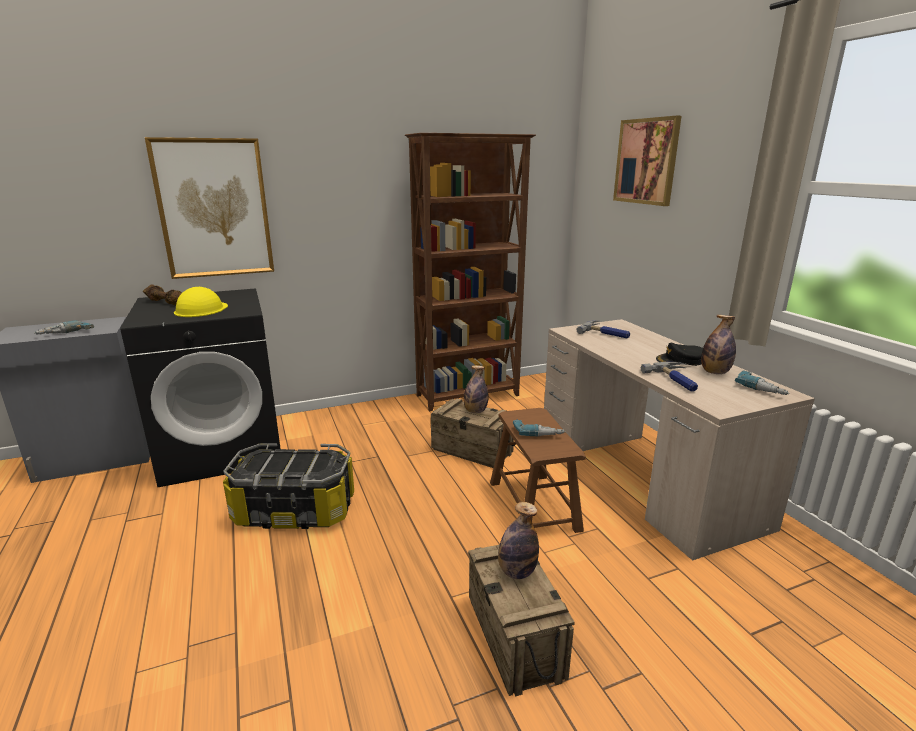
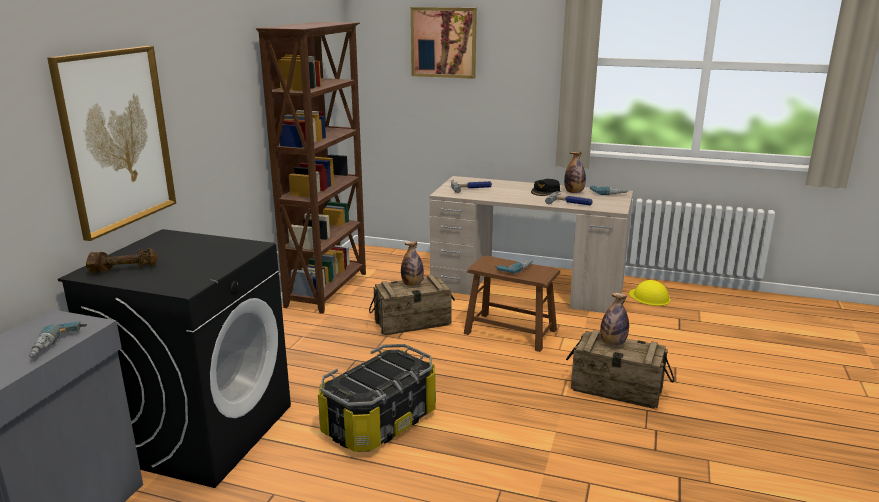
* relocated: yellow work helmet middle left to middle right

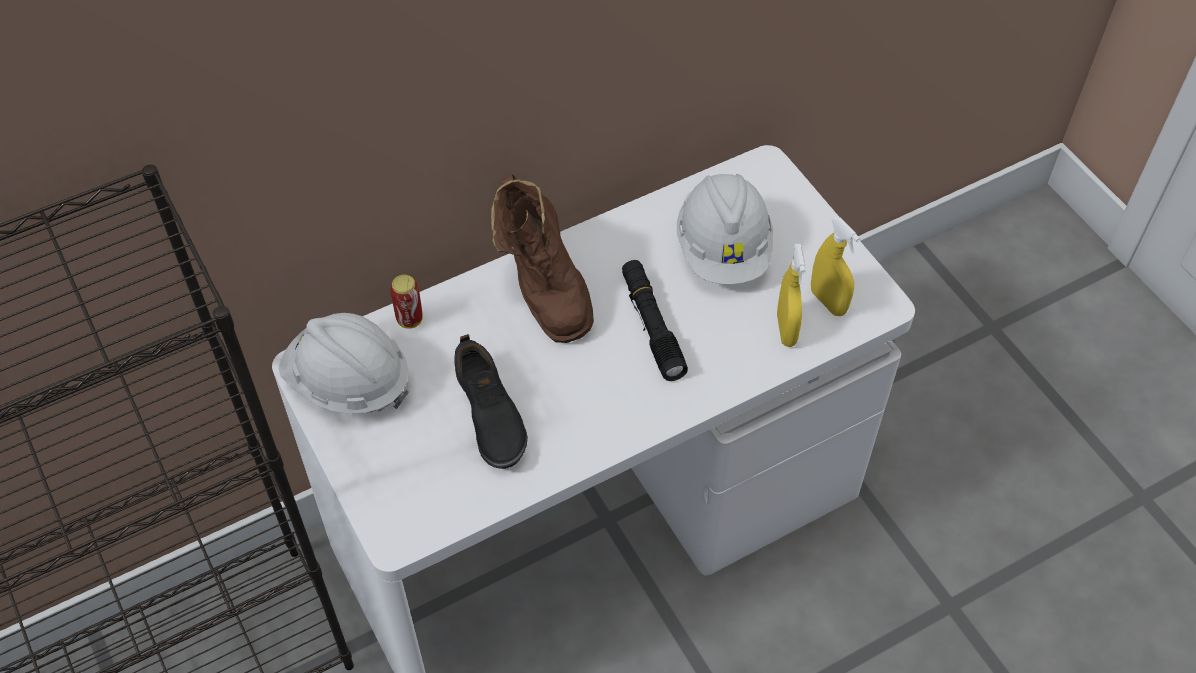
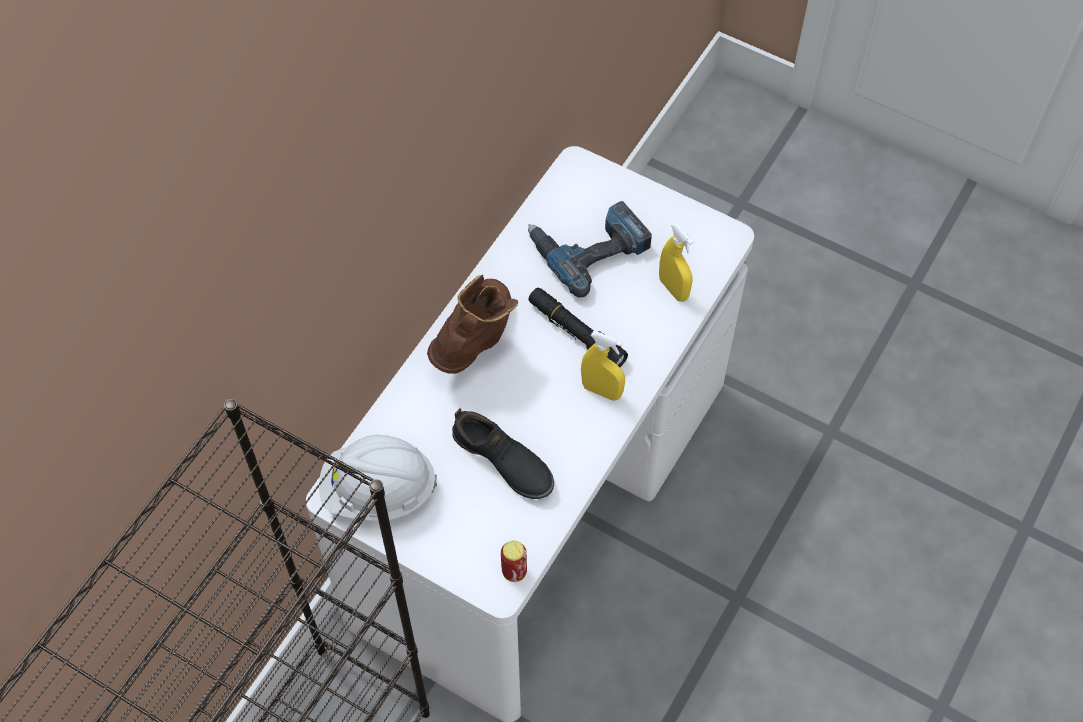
* relocated: sealed can centre to bottom centre
* spun: brown-coloured high-top boot centre = centre 105 degrees counterclockwise
* exchanged: whitish work helmet (no. 2 from left) centre to power drill centre
* relocated: yellow spray bottle (no. 2 from left in the first image) middle right to yellow spray bottle (no. 1 from left) centre

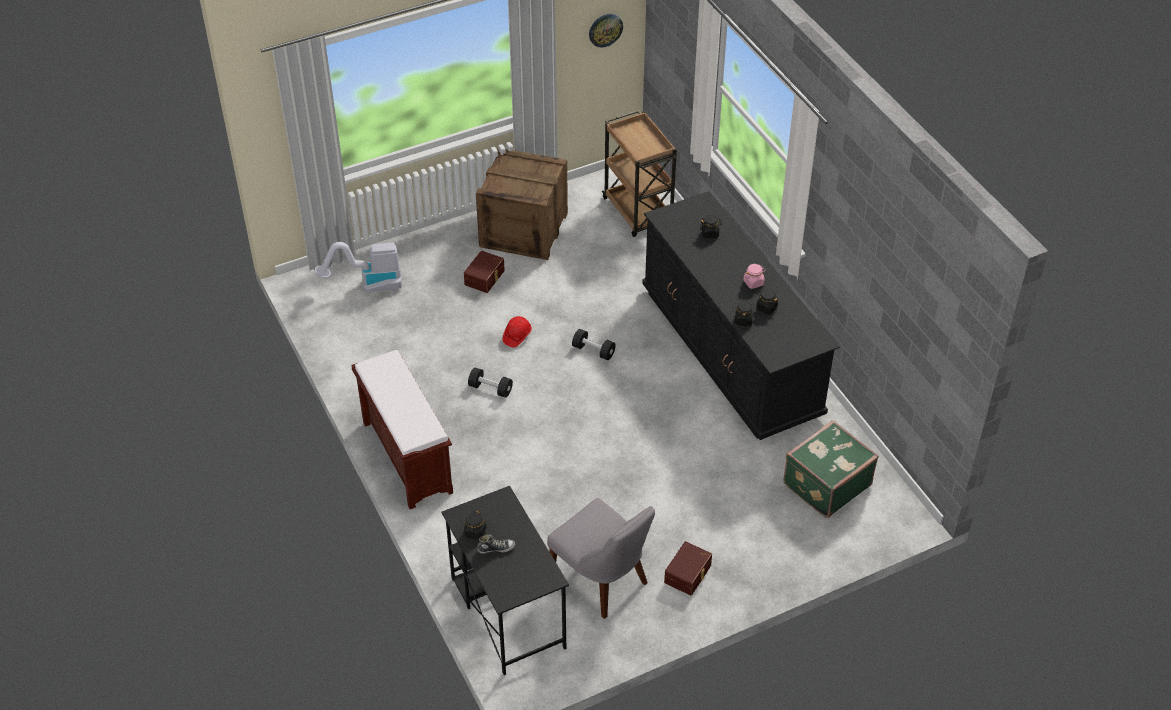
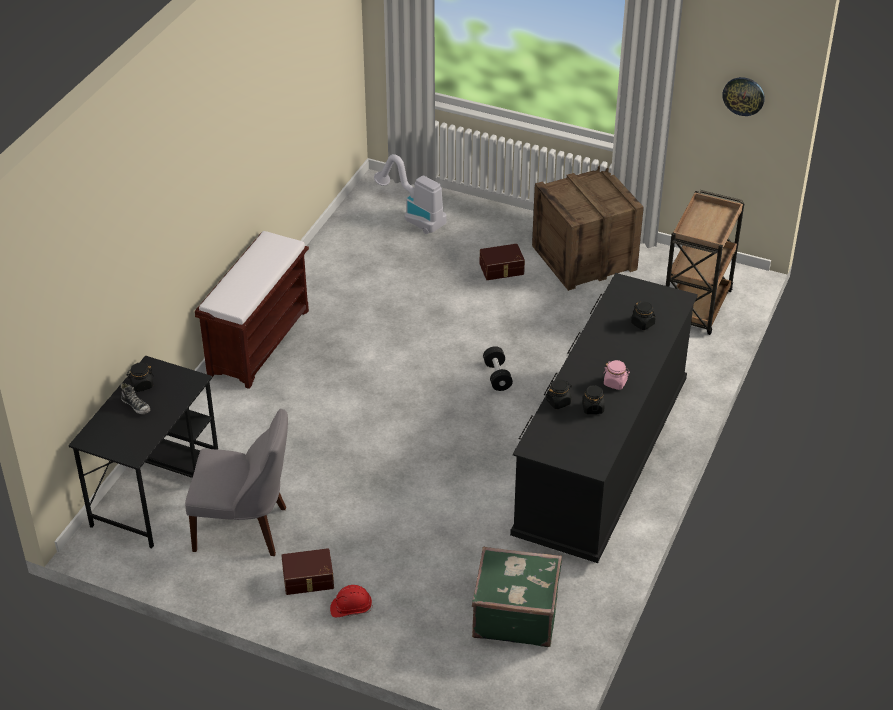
* missing: black-coloured dumbbell (no. 1 from left) centre
* relocated: red-coloured work helmet centre to bottom centre
* spun: gray plain chair bottom centre = bottom left 90 degrees counterclockwise

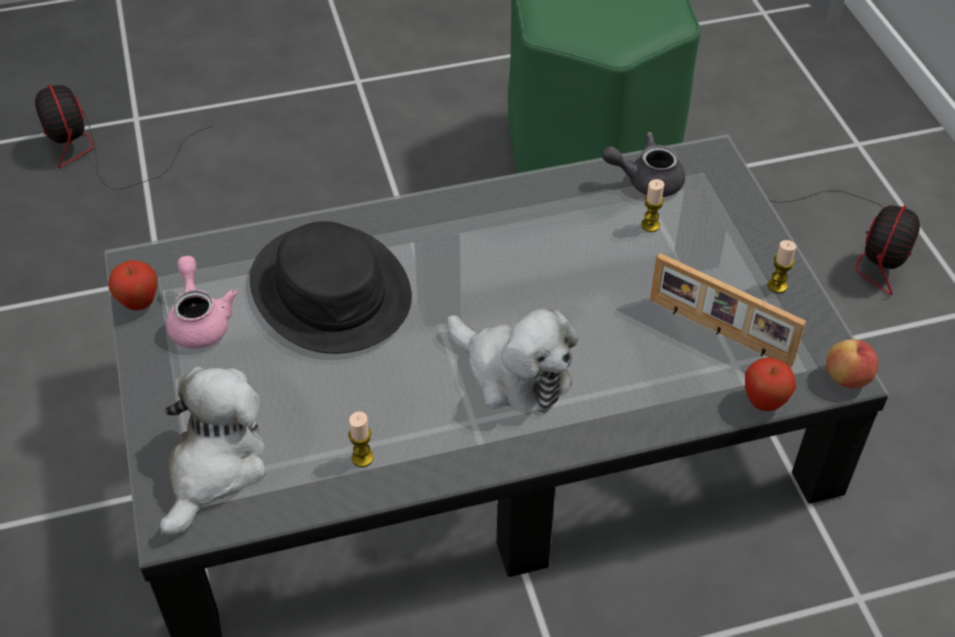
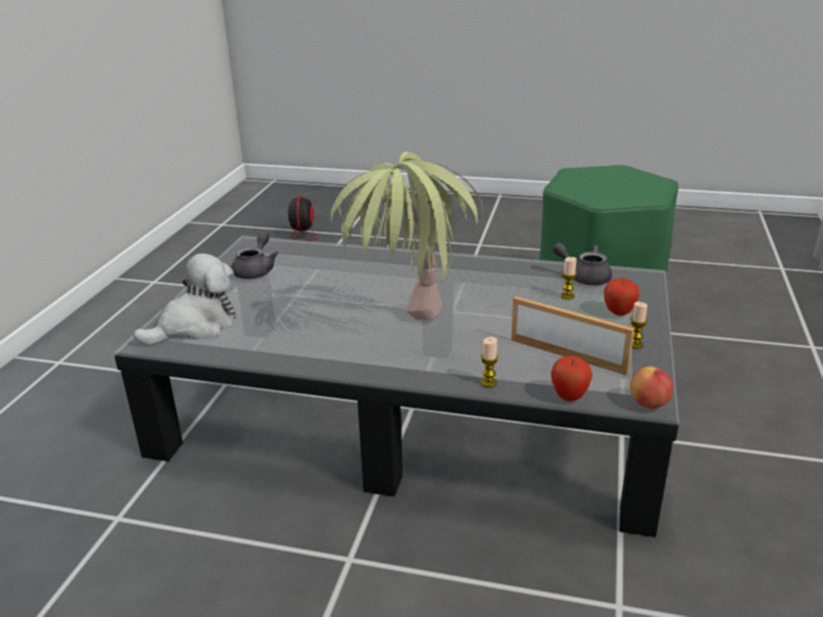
* relocated: apple fruit (no. 1 from left in the first image) middle left to apple fruit (no. 2 from left) middle right
* colour: pinkish teapot middle left to gray teapot (no. 1 from left) middle left
* missing: black-coloured hat centre
* relocated: wax light (no. 1 from left) bottom centre to centre
* exchanged: soft toy (no. 2 from left) centre to plant in a pot centre
* spun: standing frame middle right = middle right 150 degrees clockwise
* missing: electric fan (no. 2 from left) middle right

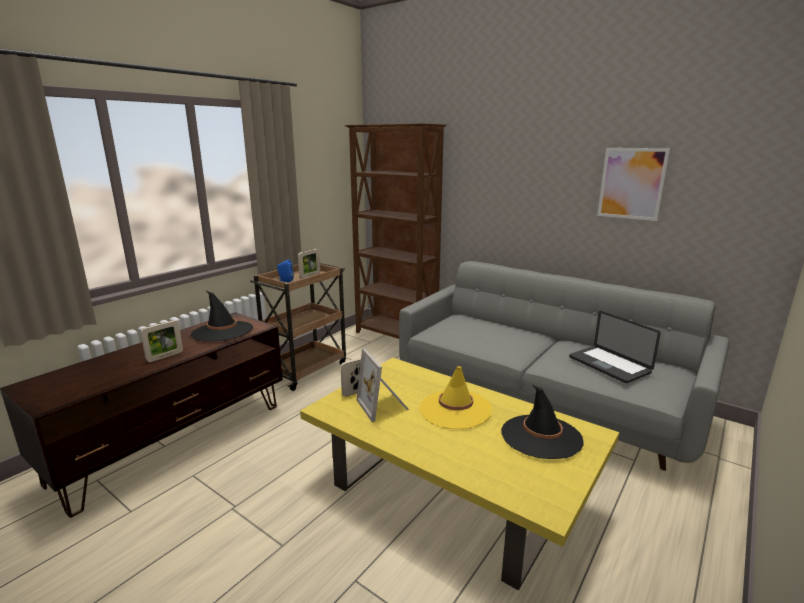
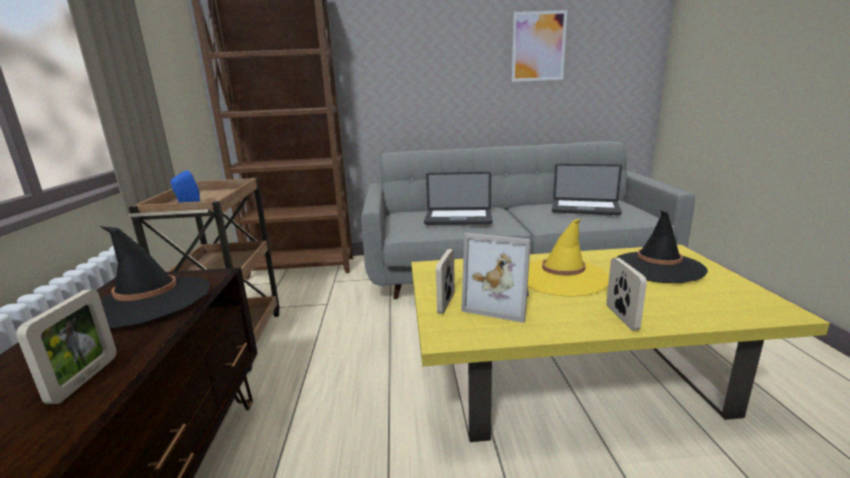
* relocated: standing frame (no. 2 from left in the first image) centre to standing frame (no. 4 from left) middle right
* appeared: notebook computer (no. 1 from left) centre

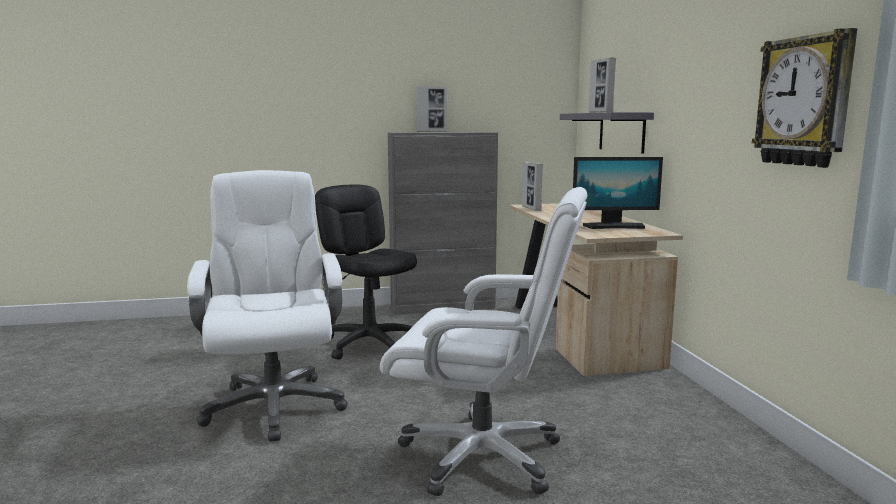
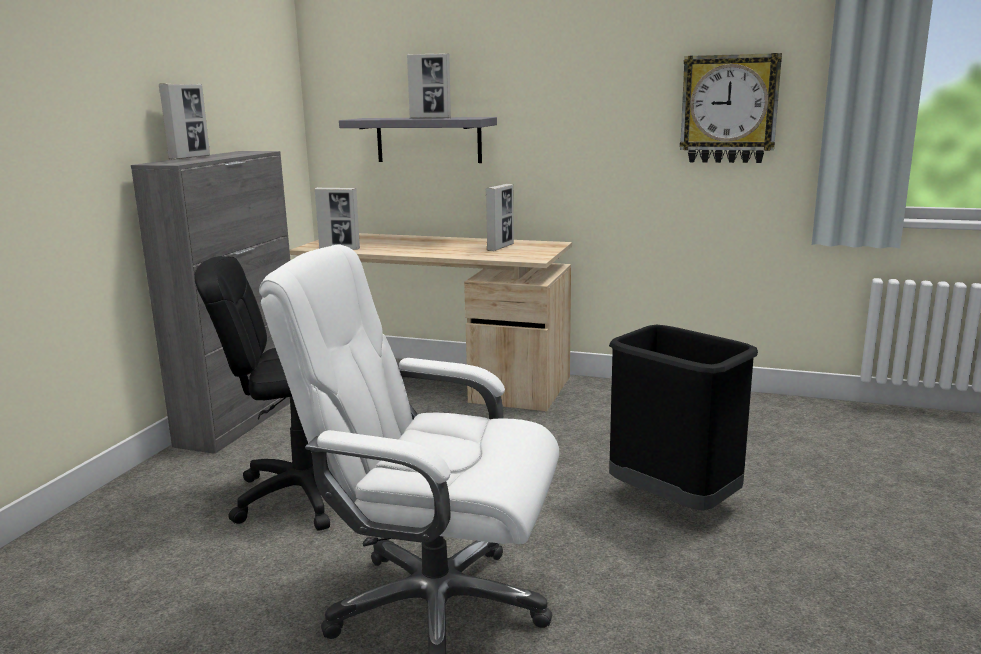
* exchanged: whitish office chair (no. 2 from left) bottom centre to black-coloured waste bin middle right
* exchanged: computer screen middle right to standing frame (no. 4 from left) top centre

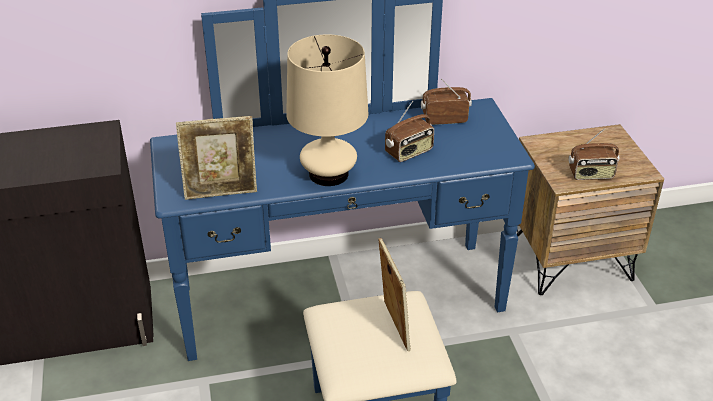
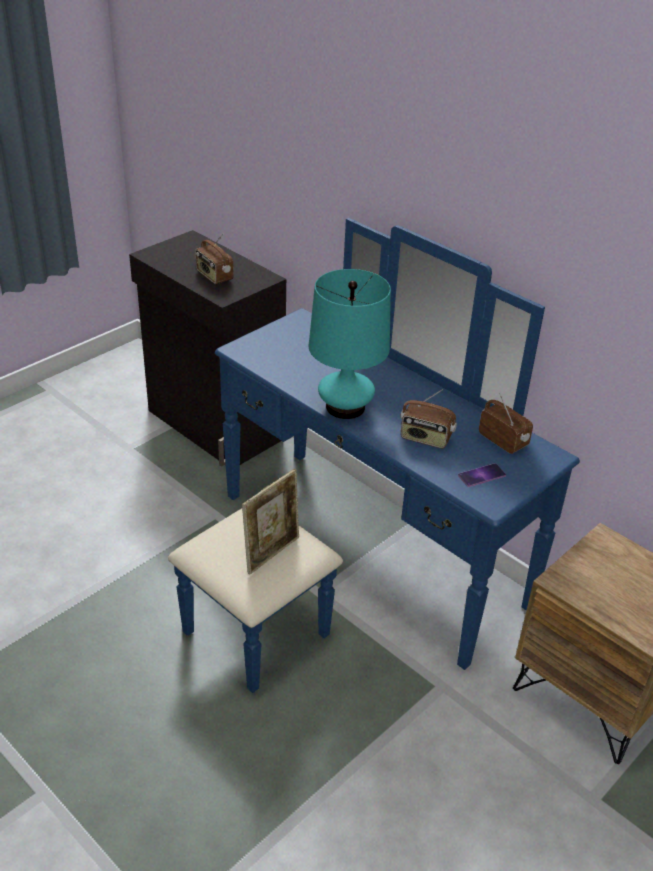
* missing: standing frame (no. 1 from left) middle left
* colour: beige-coloured lamp for a table top centre to turquoise lamp for a table centre
* relocated: radio (no. 3 from left in the first image) middle right to radio (no. 1 from left) top left
* appeared: phone middle right

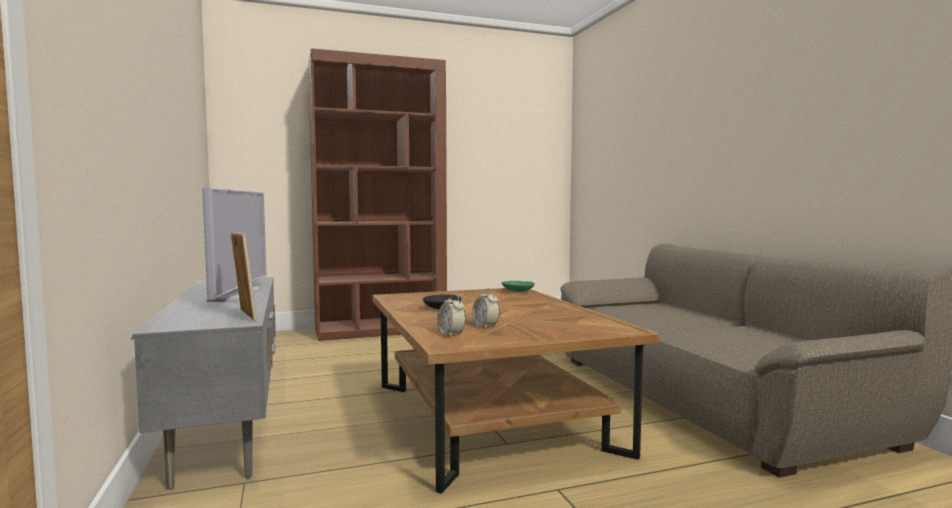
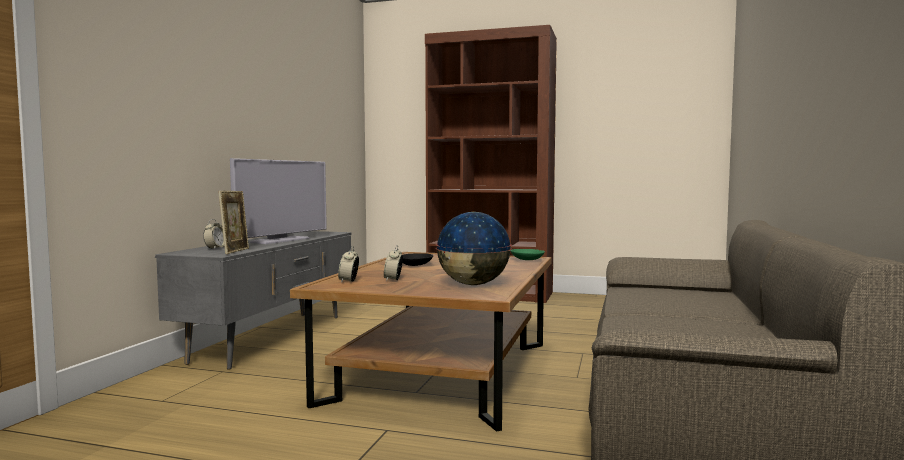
* appeared: alarm clock (no. 1 from left) middle left
* appeared: world globe centre

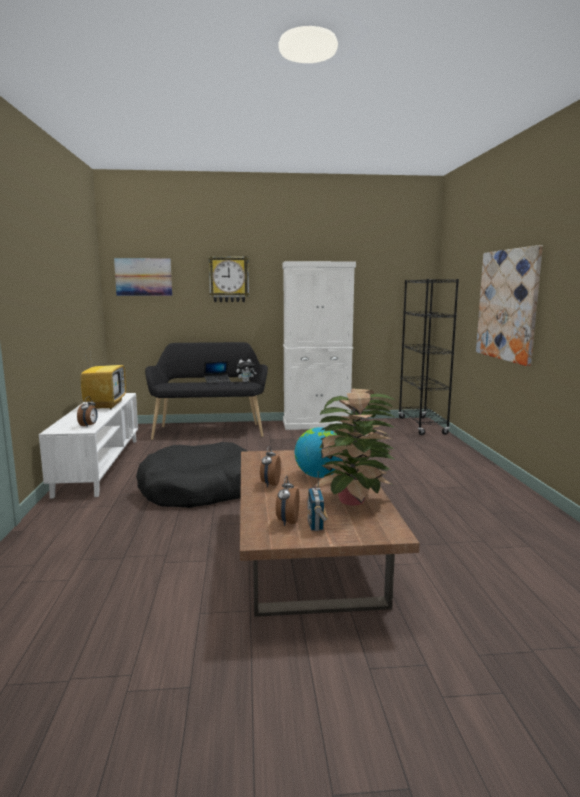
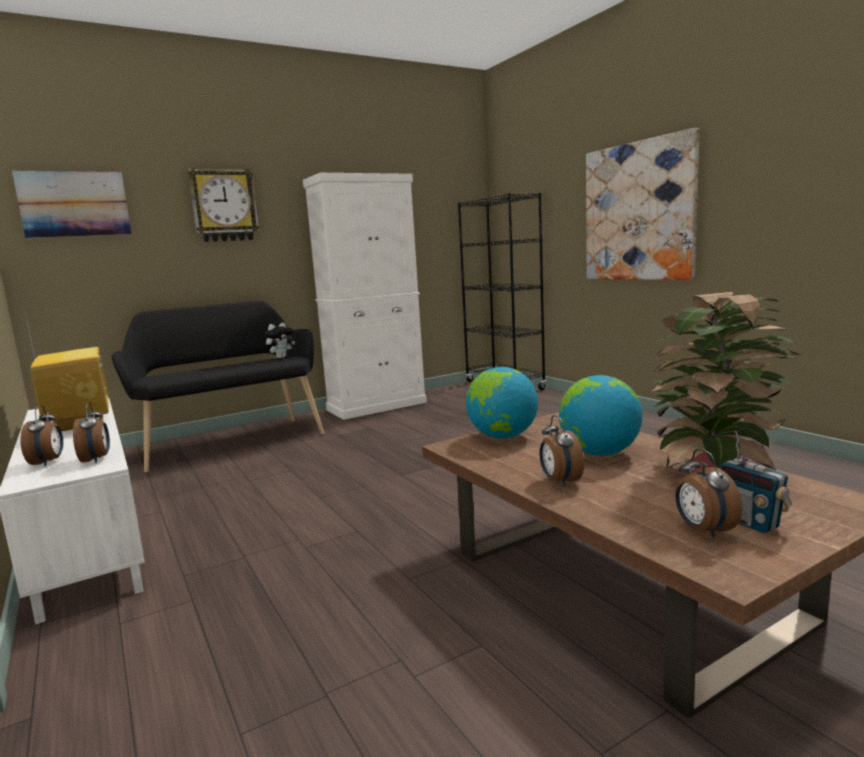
* missing: black-coloured dog cushion middle left
* missing: notebook computer centre
* appeared: alarm clock (no. 1 from left) middle left
* appeared: world globe (no. 1 from left) centre

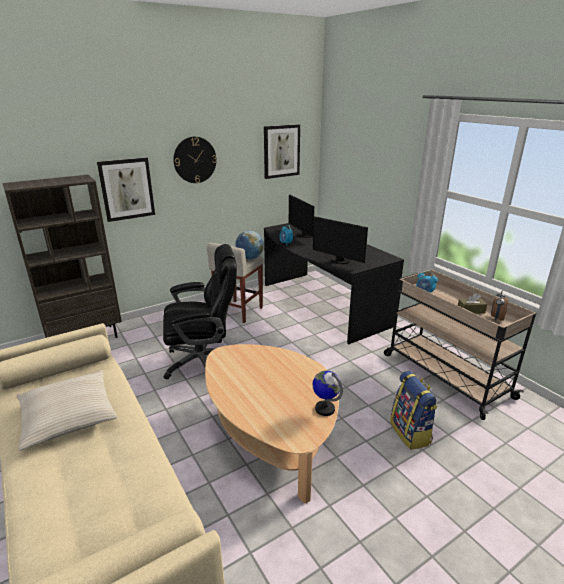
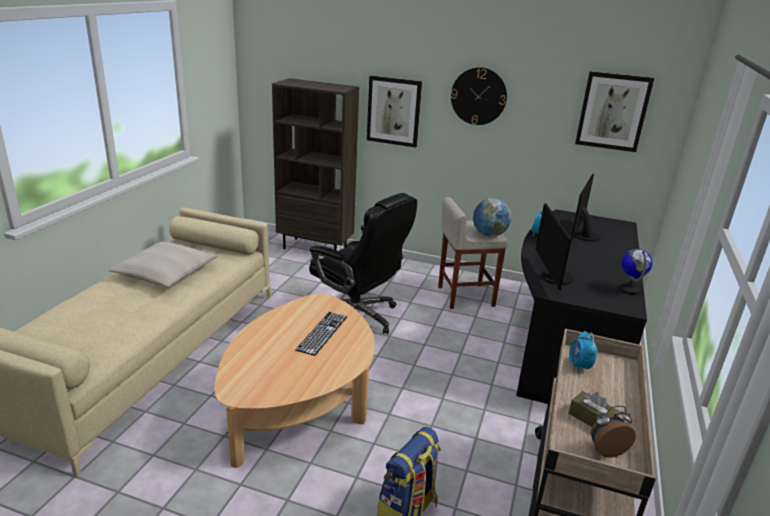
* relocated: world globe (no. 2 from left) bottom centre to middle right
* appeared: PC keyboard centre

